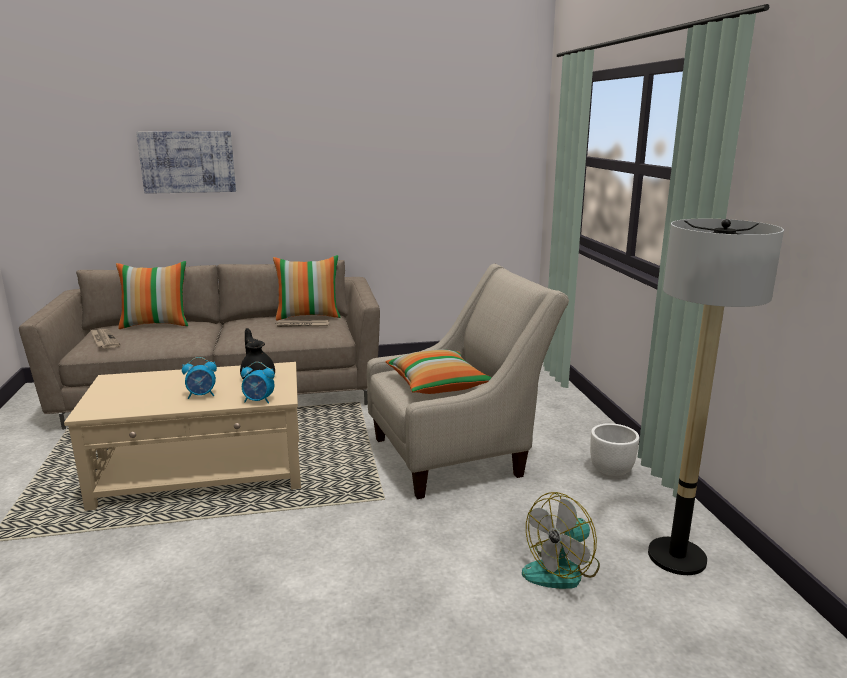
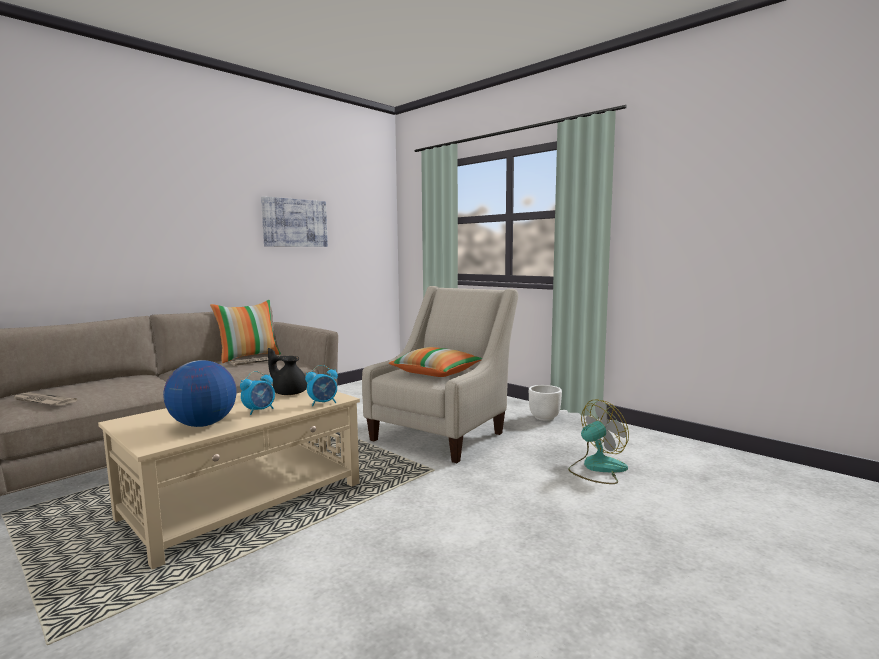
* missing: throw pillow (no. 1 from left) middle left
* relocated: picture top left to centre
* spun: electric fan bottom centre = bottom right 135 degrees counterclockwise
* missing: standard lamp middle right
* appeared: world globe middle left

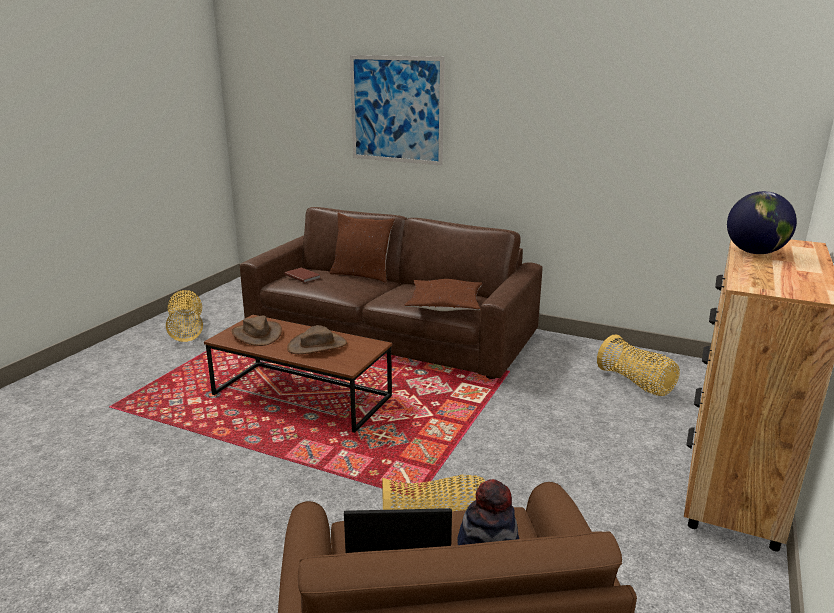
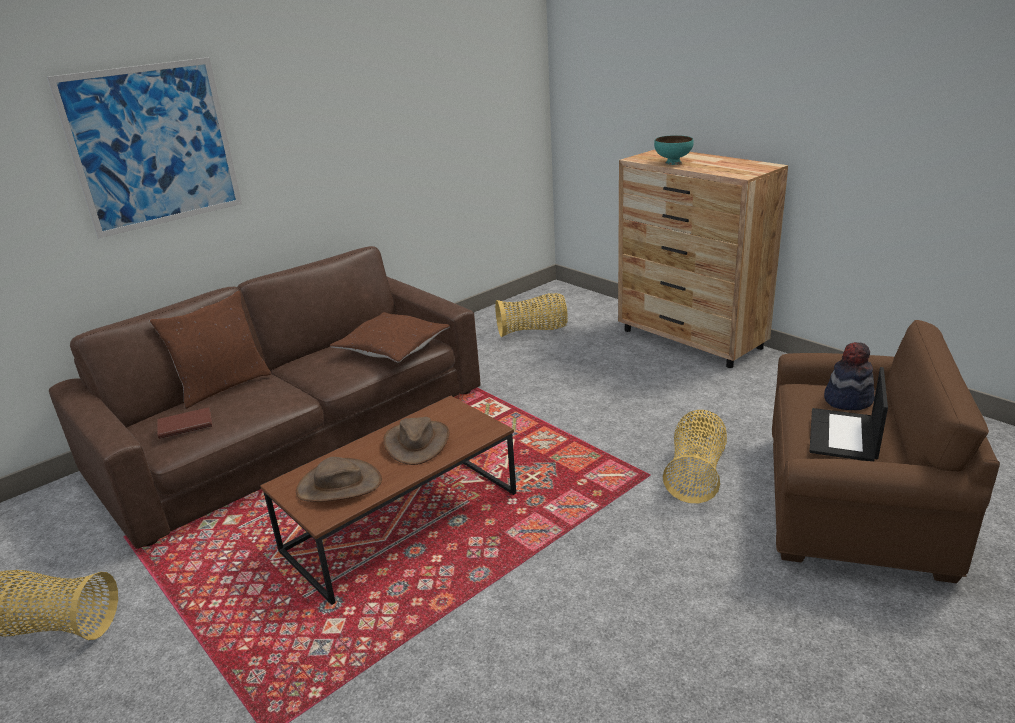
* exchanged: world globe middle right to turquoise serving bowl top centre

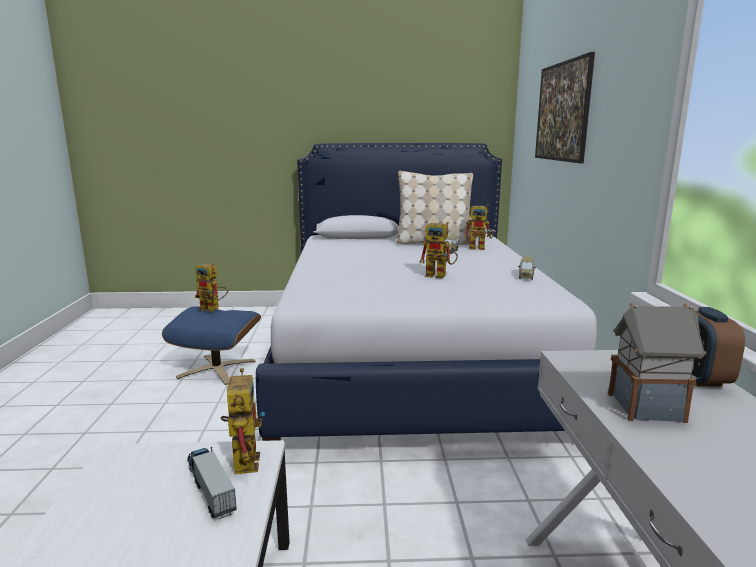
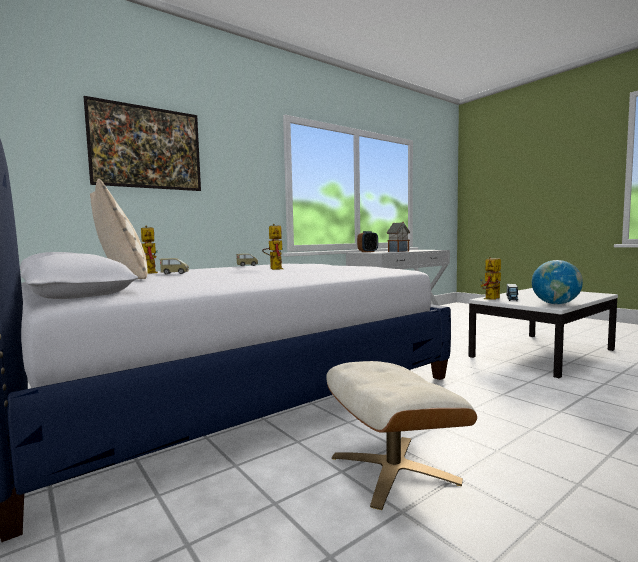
* colour: bluish ottoman middle left to beige-coloured ottoman bottom centre
* missing: toy robot (no. 1 from left) middle left
* appeared: world globe middle right

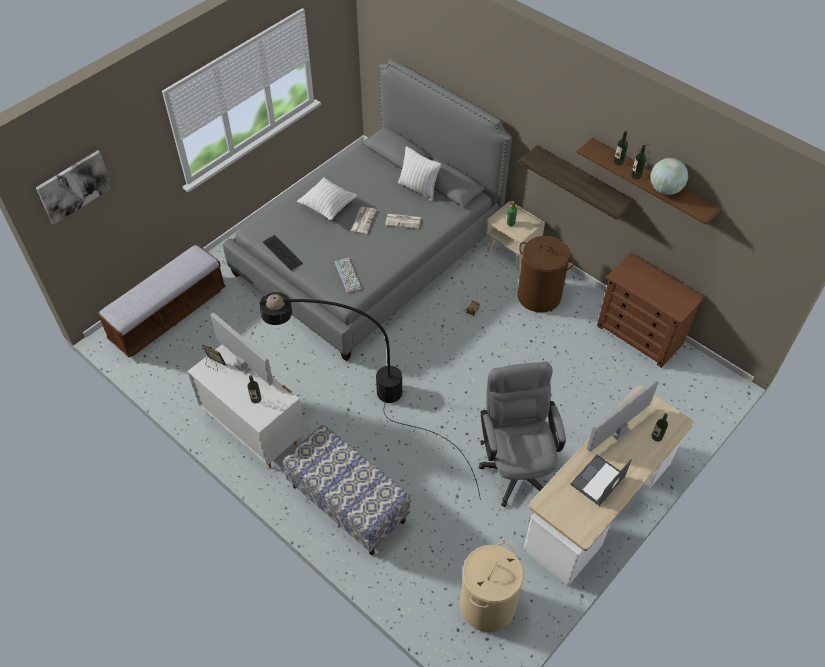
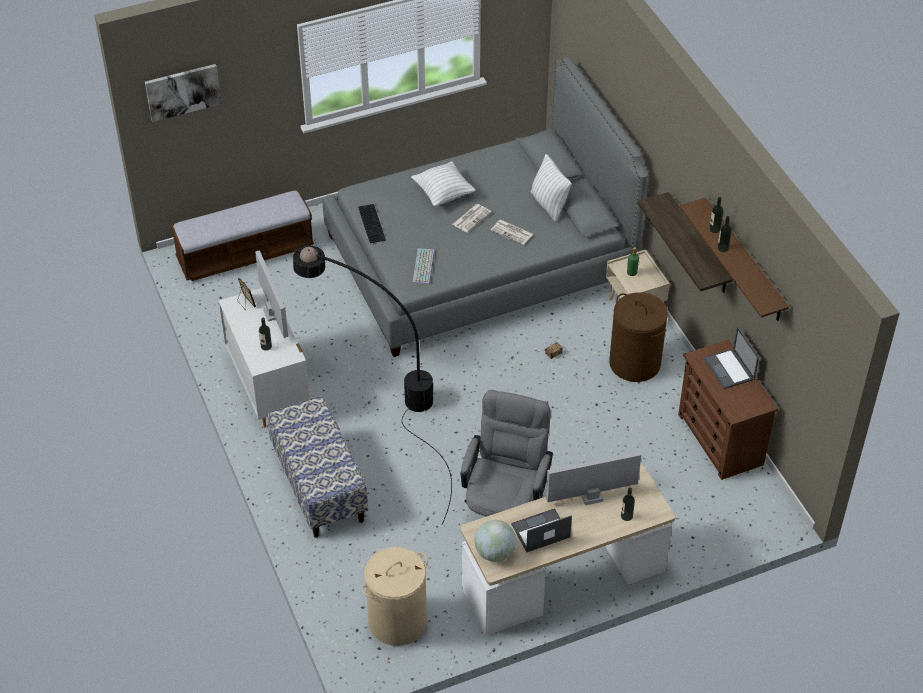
* relocated: world globe top right to bottom centre
* appeared: notebook computer (no. 2 from left) middle right

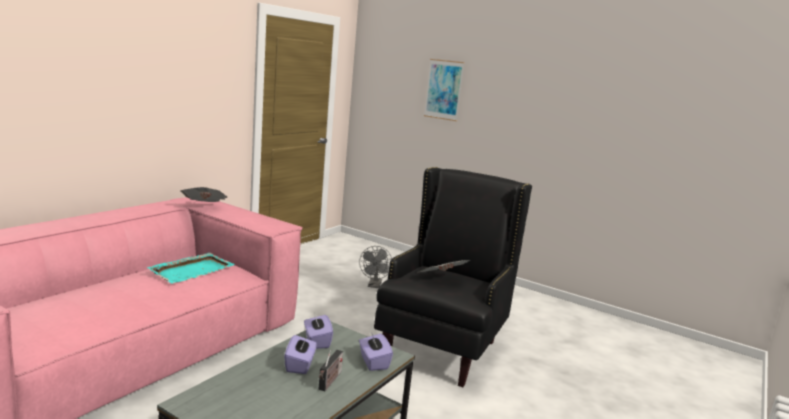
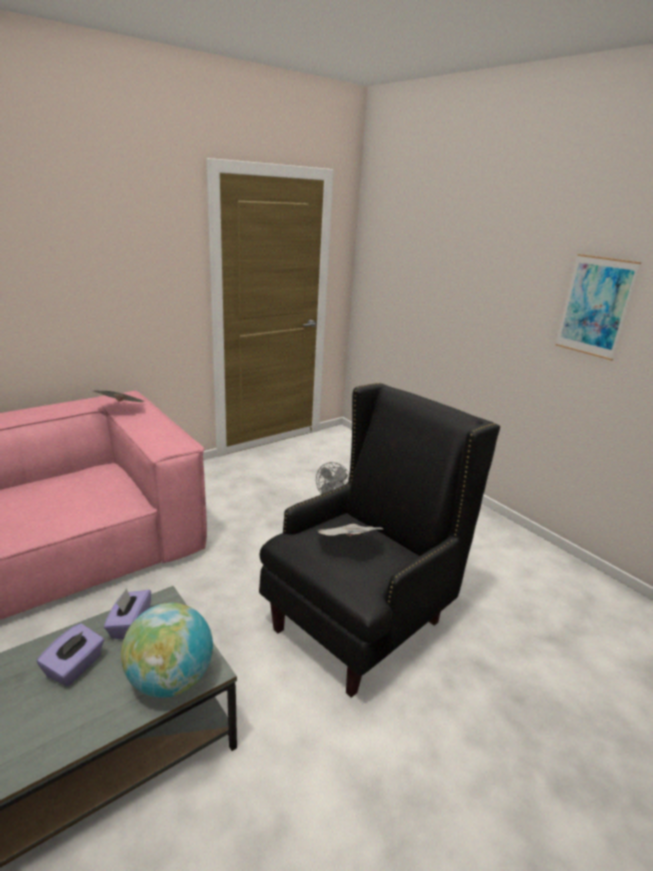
* missing: turquoise tray middle left
* missing: radio bottom centre
* exchanged: purple tissue box (no. 3 from left) bottom centre to world globe bottom left
* relocated: picture top centre to middle right

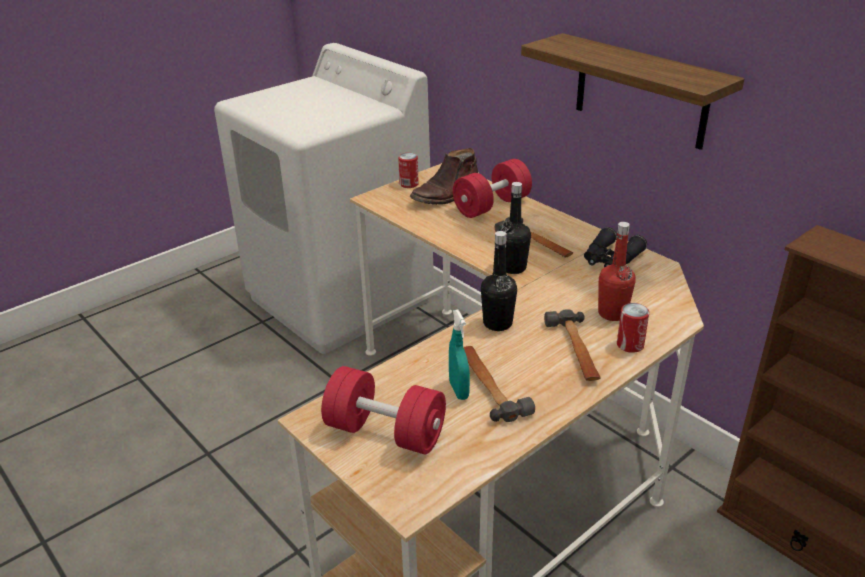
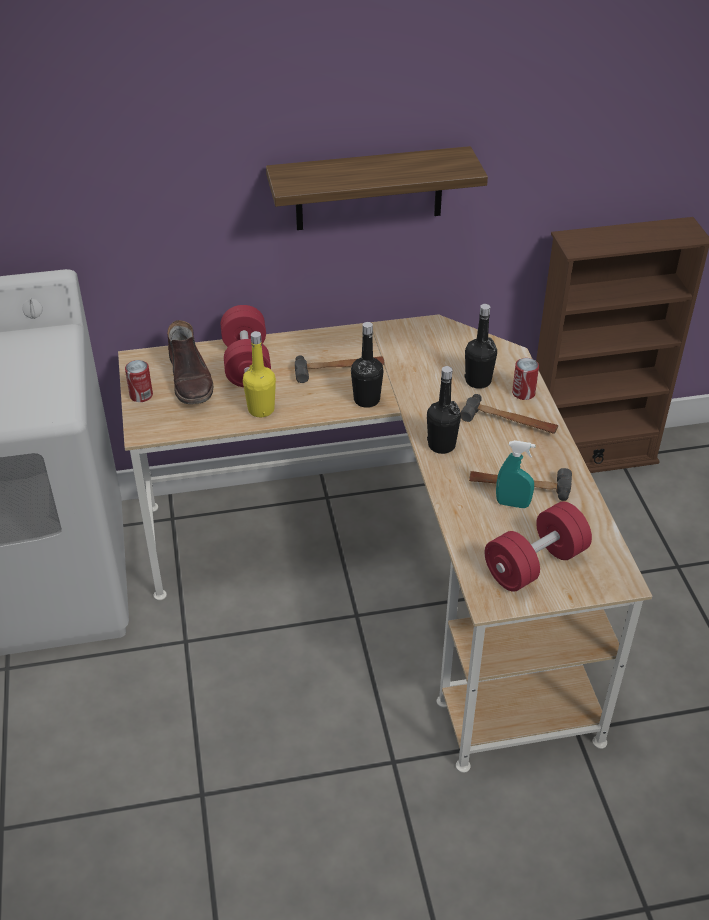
* missing: black-coloured pair of binoculars middle right
* colour: red-coloured beverage bottle middle right to black-coloured beverage bottle (no. 3 from left) middle right
* appeared: yellow beverage bottle centre

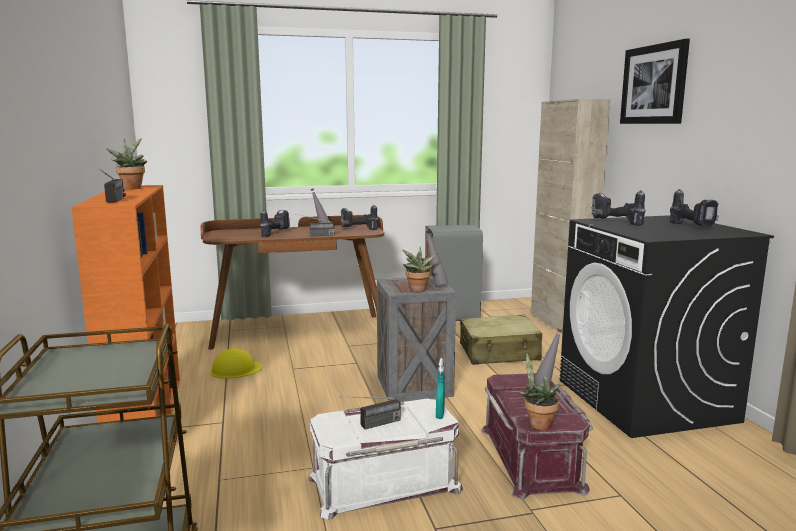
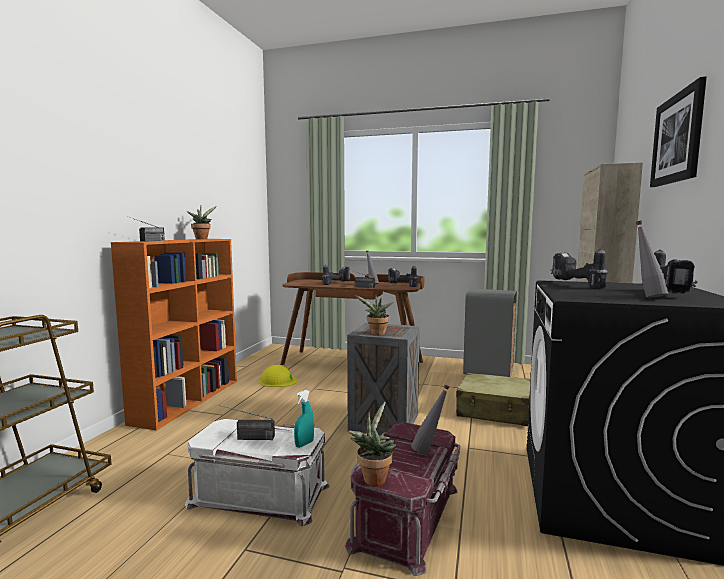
* relocated: gray beverage bottle (no. 2 from left in the first image) centre to gray beverage bottle (no. 3 from left) middle right

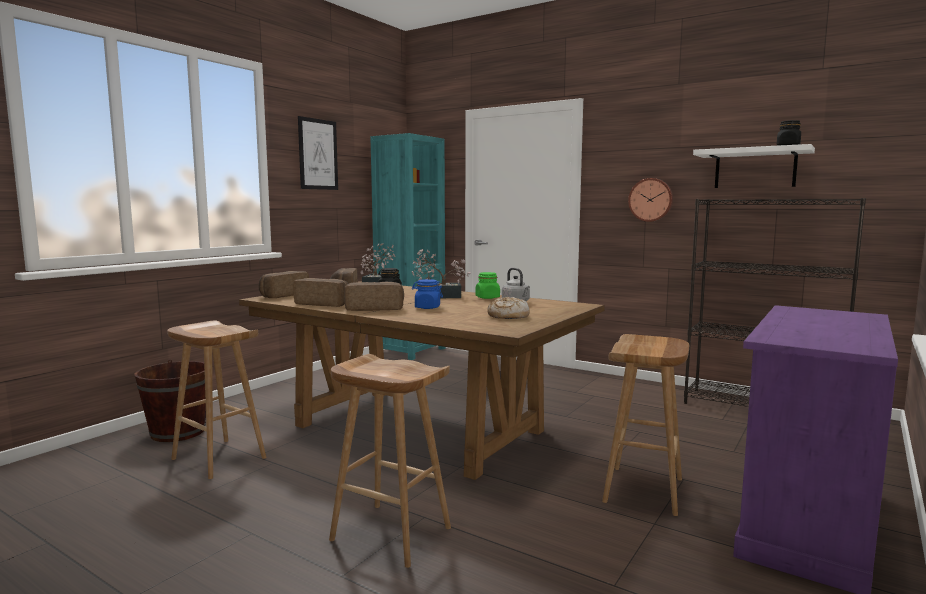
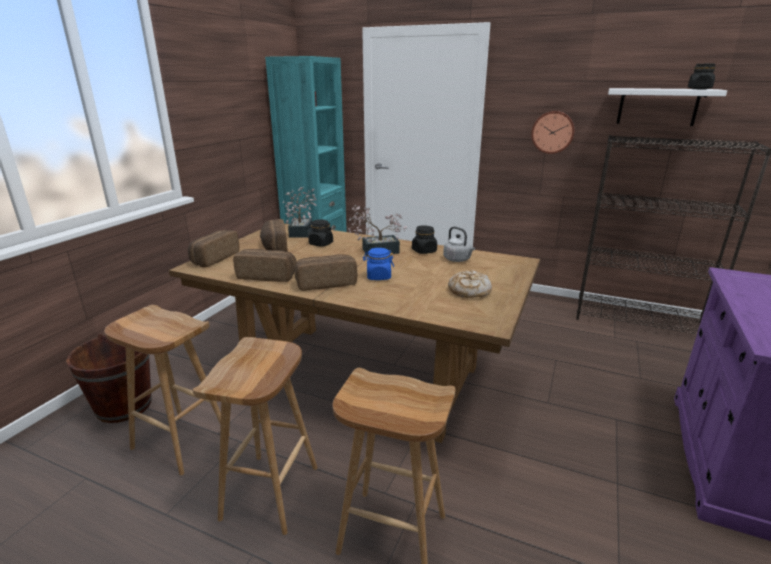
* missing: picture top centre
* colour: greenish preserve jar centre to black-coloured preserve jar (no. 2 from left) centre
* relocated: brown-coloured stool seat (no. 3 from left in the first image) bottom right to brown-coloured stool seat (no. 2 from left) bottom left

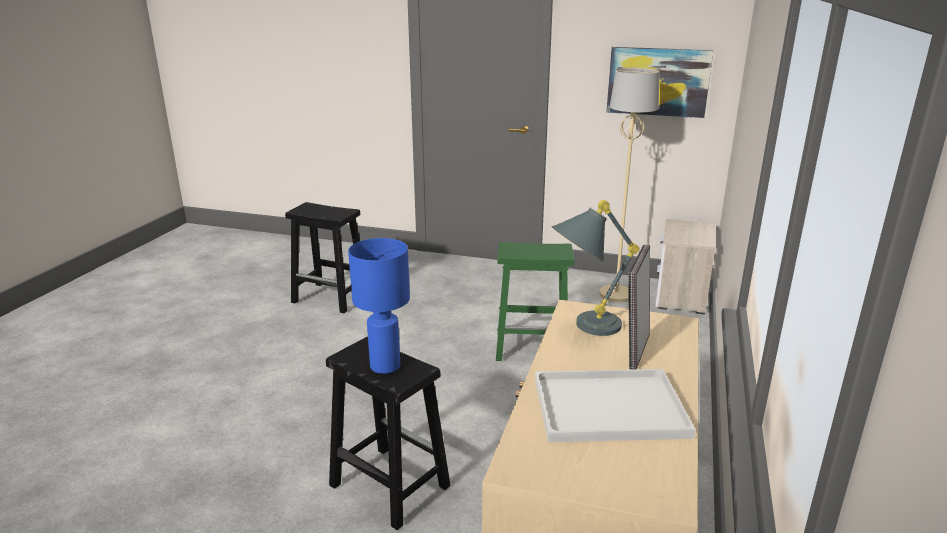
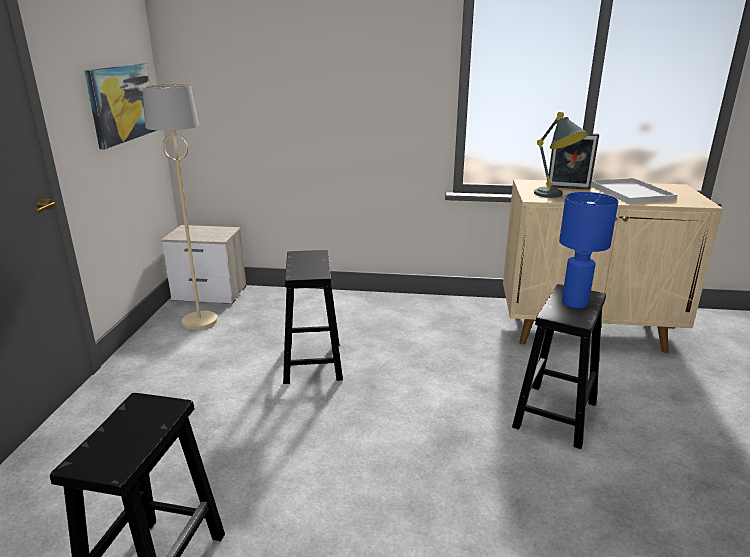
* colour: greenish stool seat centre to black-coloured stool seat (no. 2 from left) centre

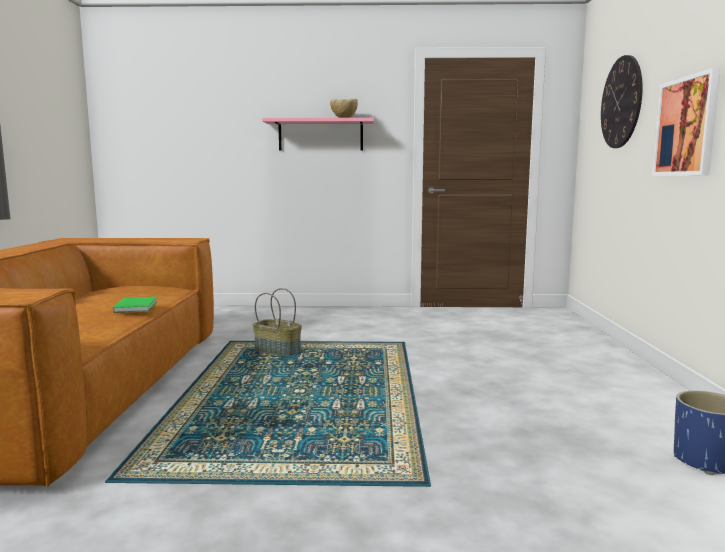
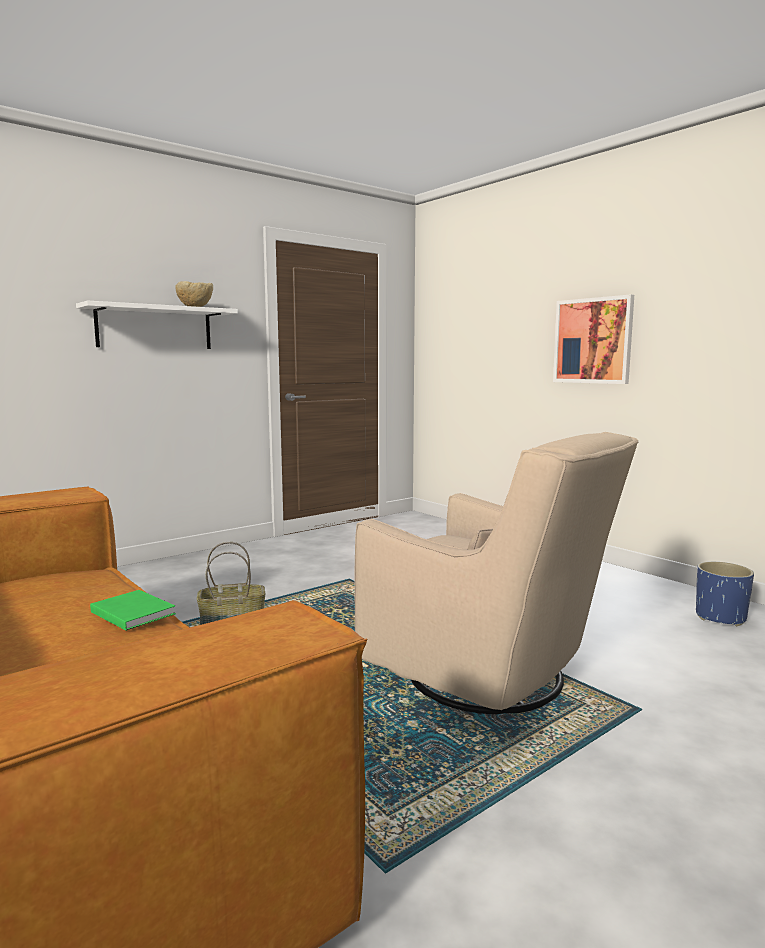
* colour: pinkish bracket shelf top centre to whitish bracket shelf middle left
* missing: hanging clock top right
* appeared: beige-coloured easy chair centre

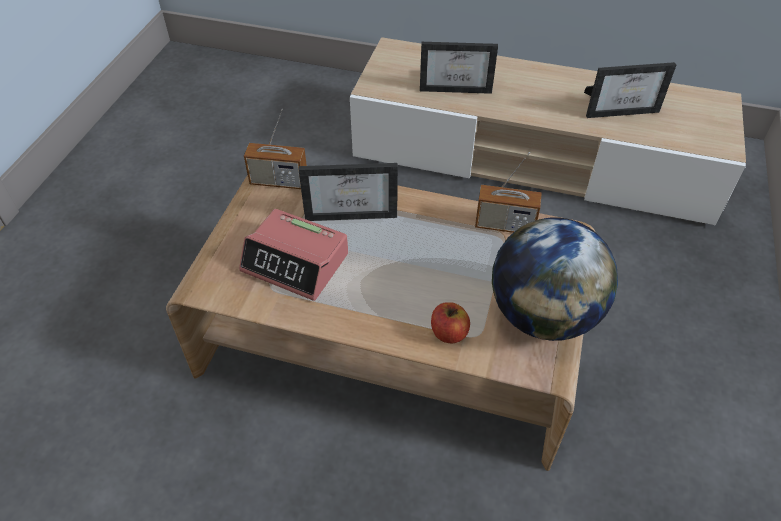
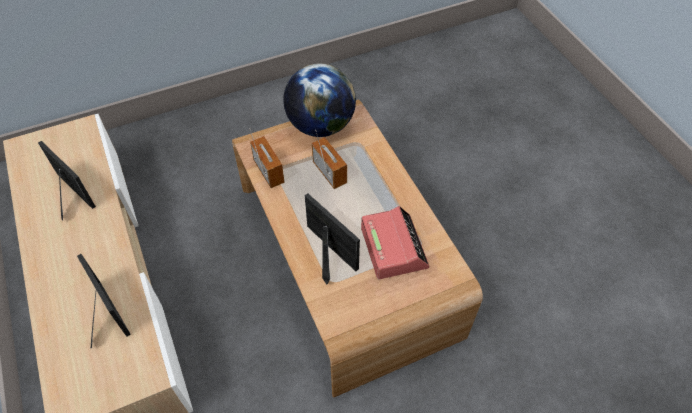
* relocated: radio (no. 1 from left in the first image) top centre to radio (no. 2 from left) centre
* missing: apple fruit centre

